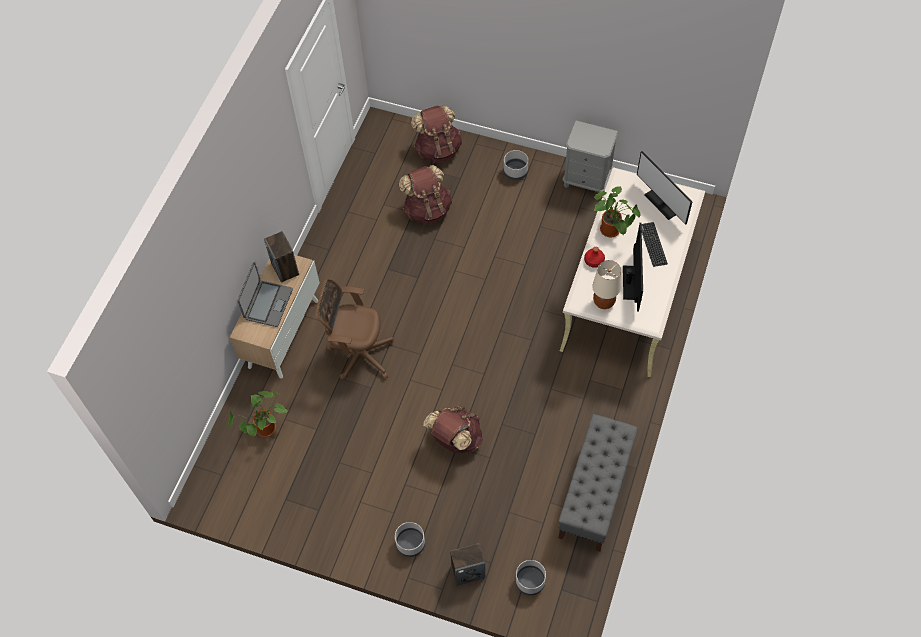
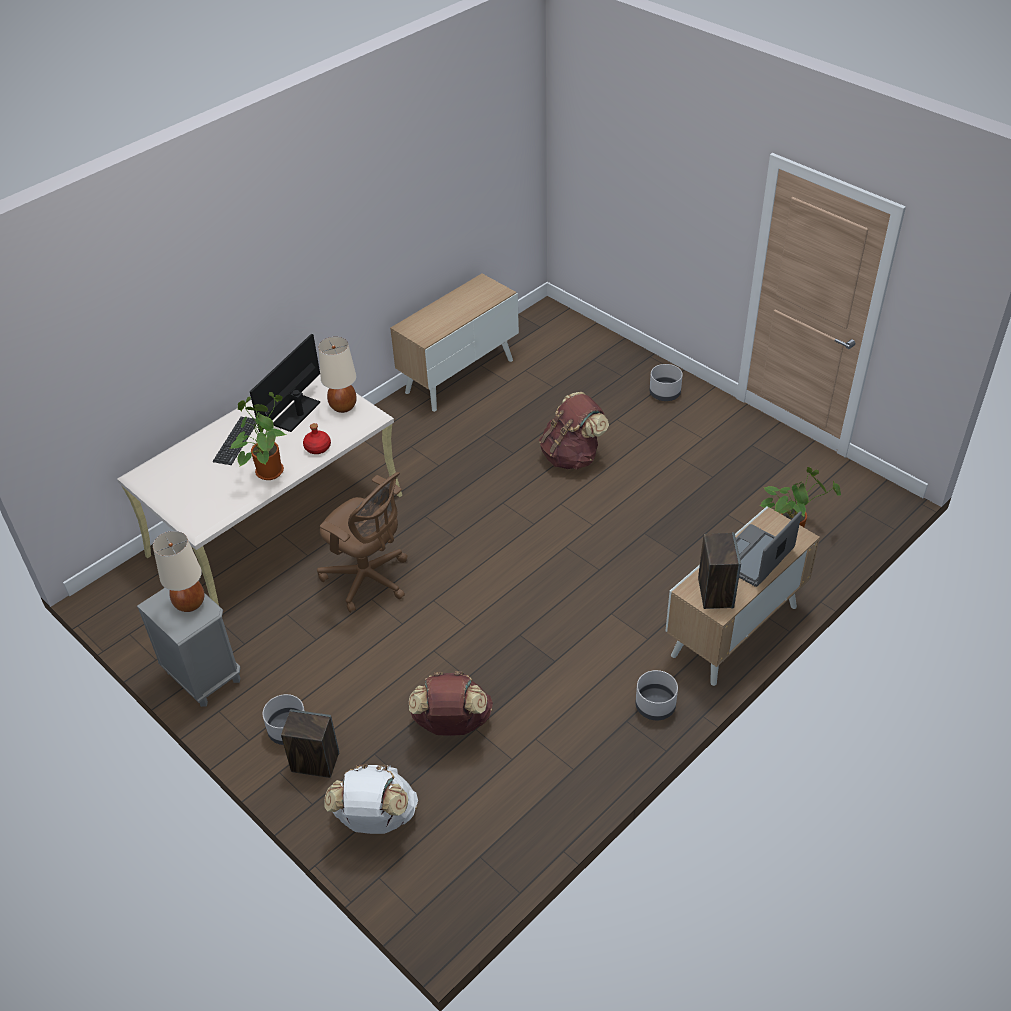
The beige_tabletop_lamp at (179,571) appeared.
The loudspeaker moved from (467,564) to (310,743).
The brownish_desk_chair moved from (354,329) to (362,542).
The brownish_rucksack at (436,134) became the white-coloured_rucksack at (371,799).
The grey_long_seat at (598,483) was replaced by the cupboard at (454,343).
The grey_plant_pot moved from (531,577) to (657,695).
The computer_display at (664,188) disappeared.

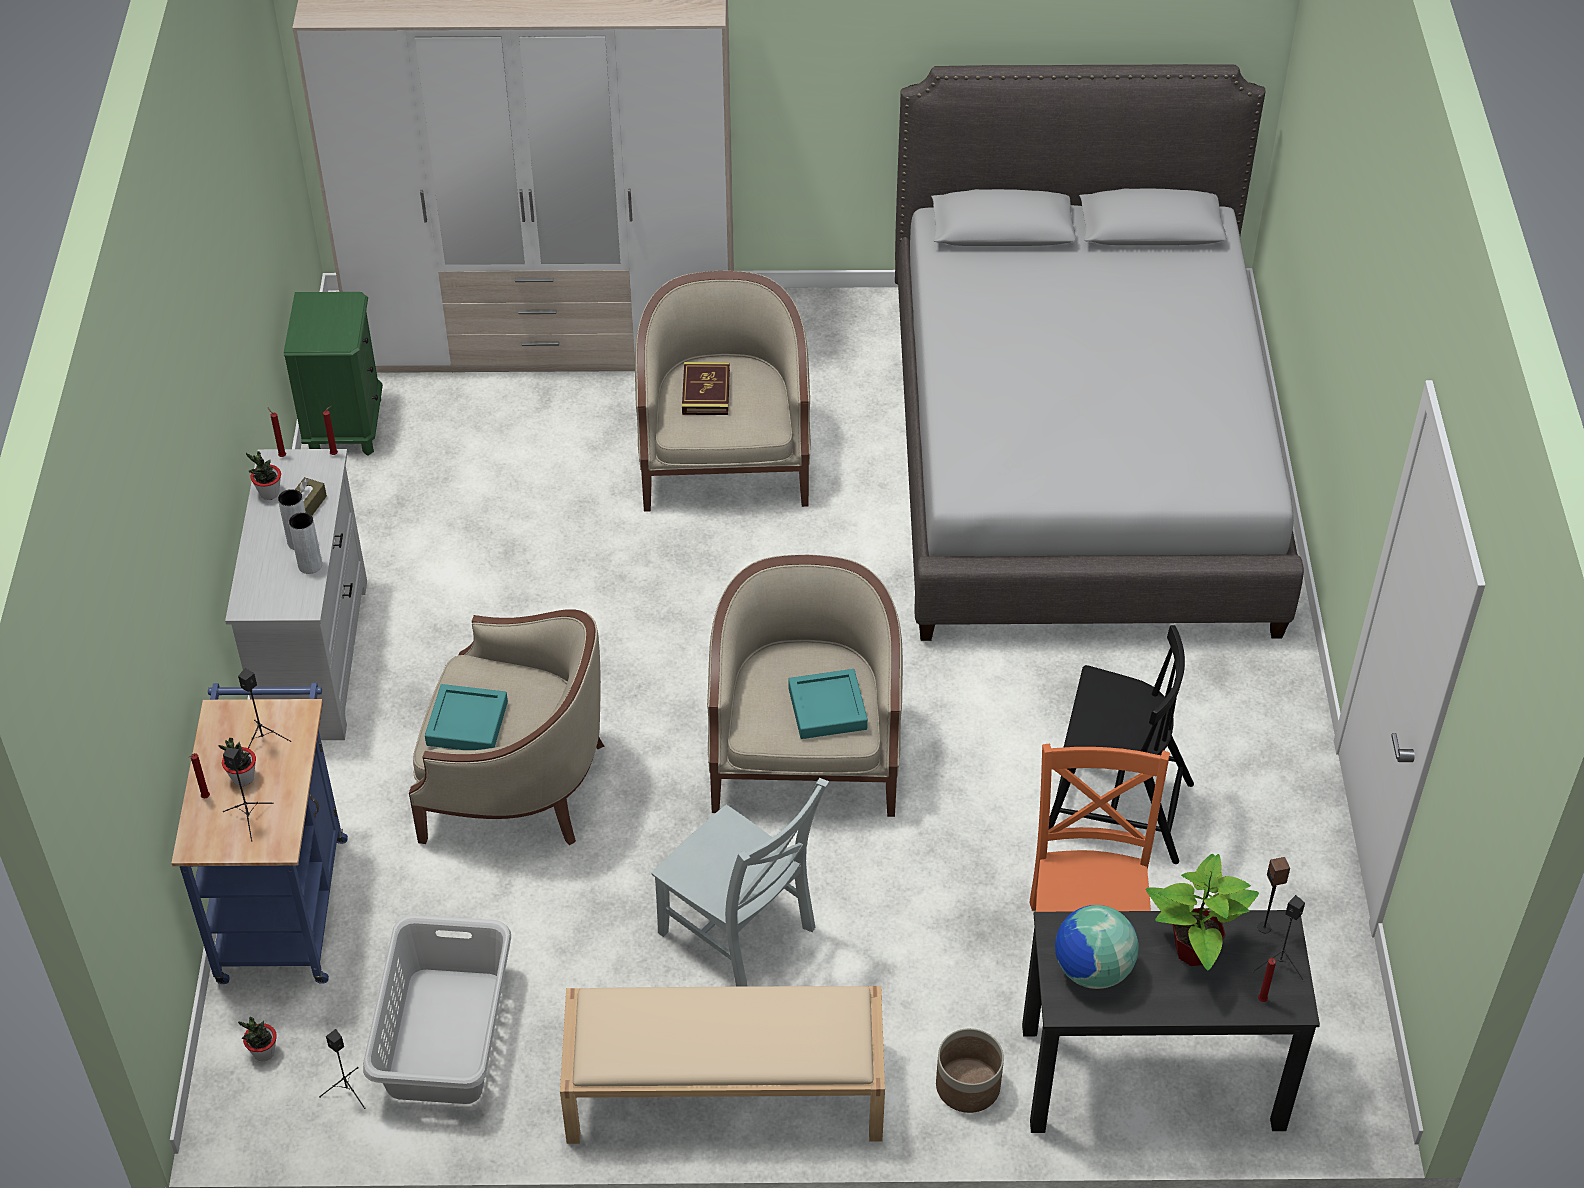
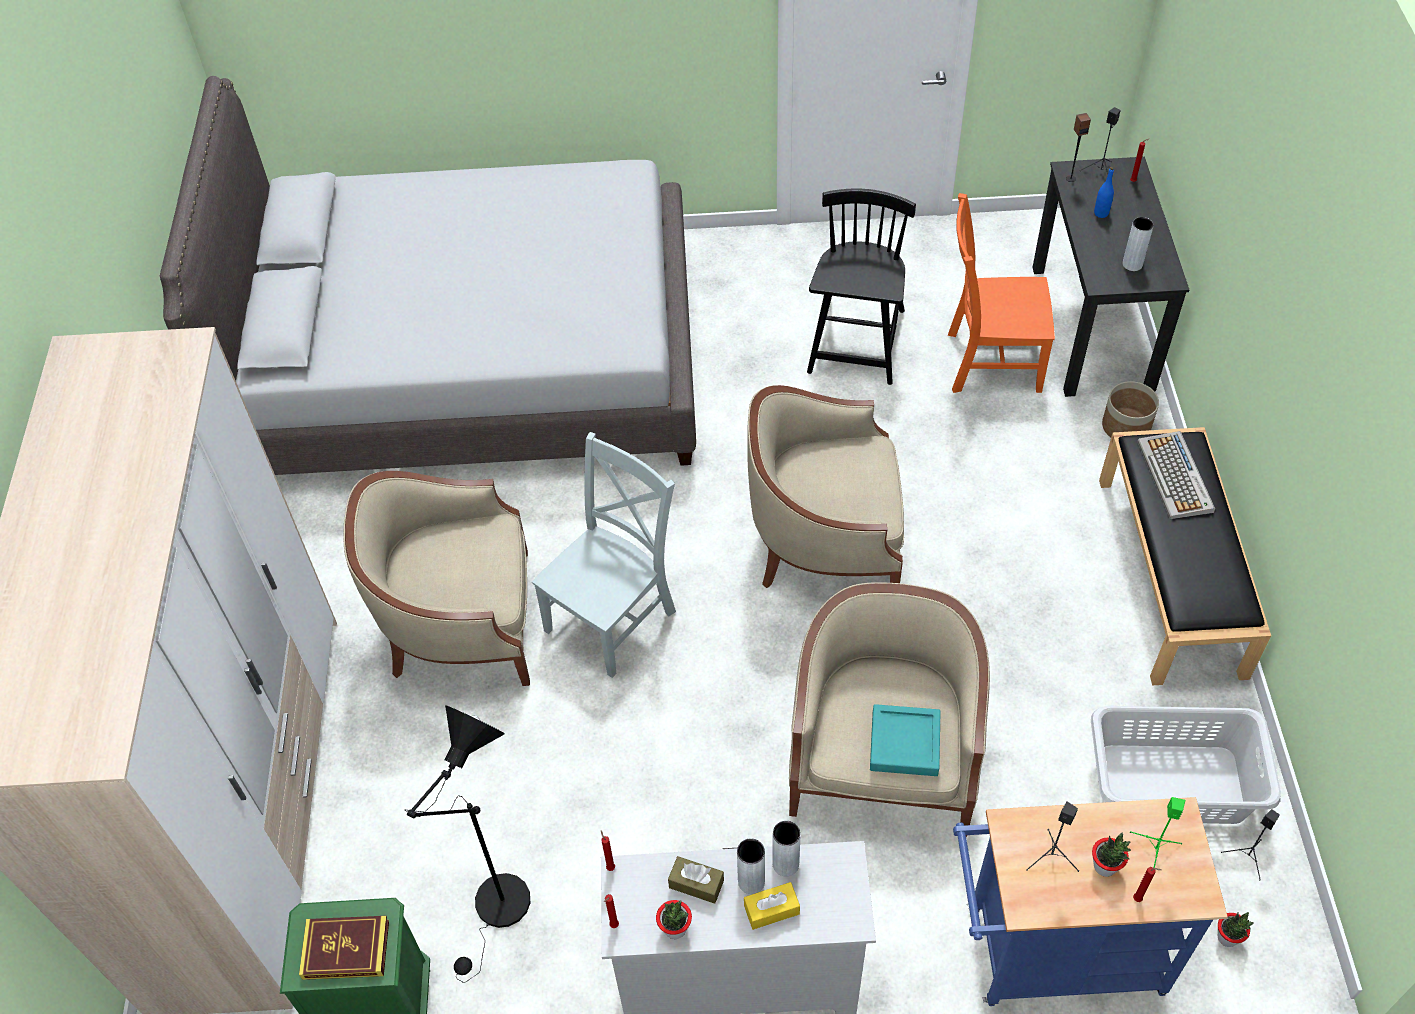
The book moved from (706,388) to (344,948).
The black-coloured_floor_lamp at (467,844) appeared.
The grey_upright_chair moved from (740,882) to (604,555).
The yellow-coloured_tissue_holder at (772,906) appeared.
The potted_plant at (1202,912) was replaced by the blue-coloured_drink_bottle at (1104,192).
The beige_long_seat at (722,1065) became the black-coloured_long_seat at (1185,556).
The globe at (1097,947) was replaced by the grey_vase at (1138,244).
The black-coloured_loudspeaker at (248,794) became the green_loudspeaker at (1157,838).
The computer_keyboard at (1176,475) appeared.
The turquoise-coloured_tray at (828,704) disappeared.

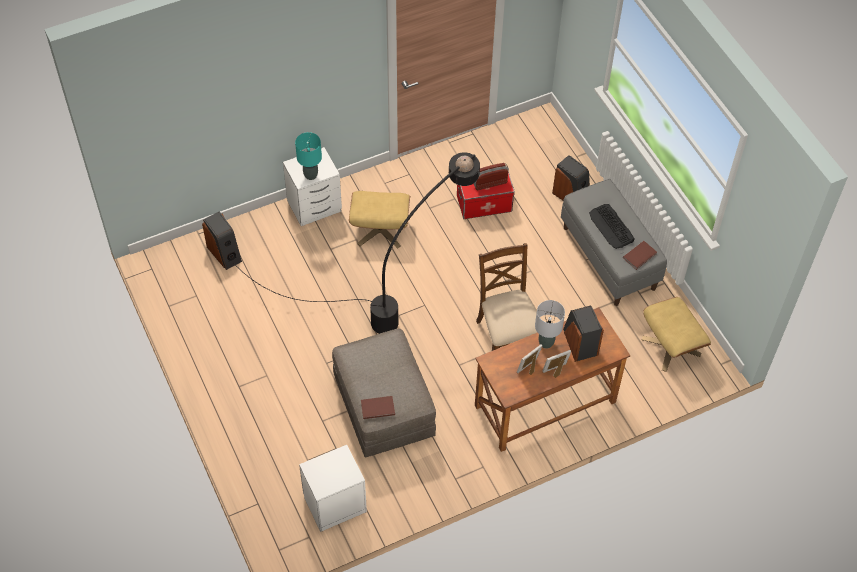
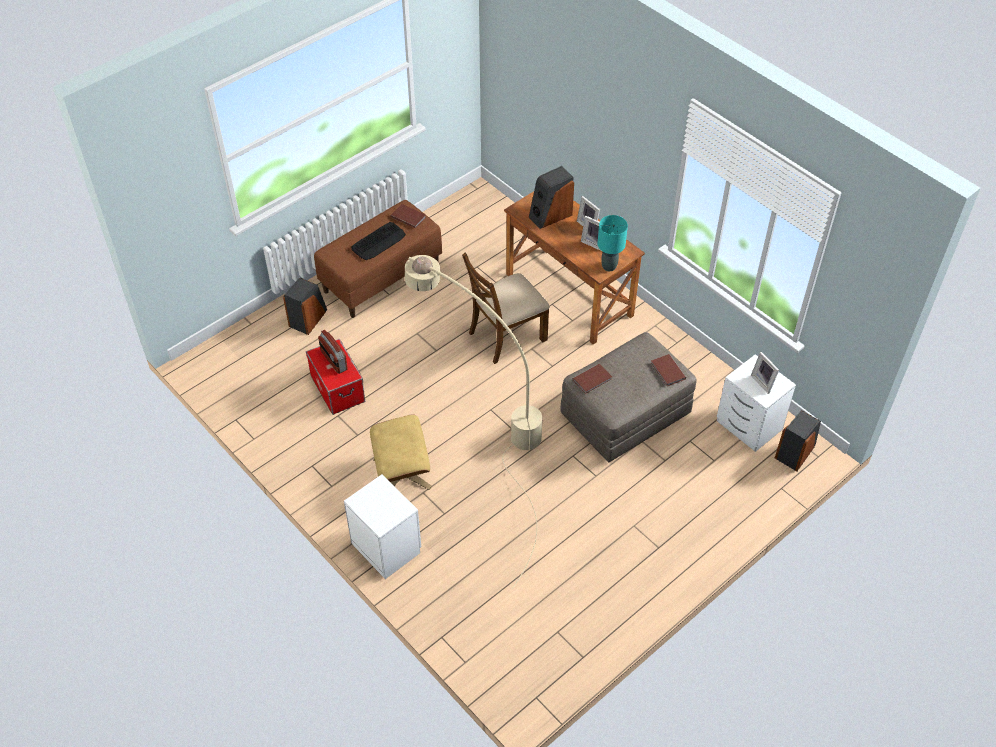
The grey_long_seat at (614,242) became the brownish_long_seat at (378,259).
The black-coloured_floor_lamp at (356,243) became the beige_floor_lamp at (474,421).
The brownish_book at (592,379) appeared.
The turquoise-coloured_tabletop_lamp moved from (308,156) to (613,243).
The photo_frame at (765,373) appeared.
The loudspeaker moved from (222,240) to (798,440).
The grey_tabletop_lamp at (550,324) disappeared.
The beige_ottoman at (676,334) disappeared.

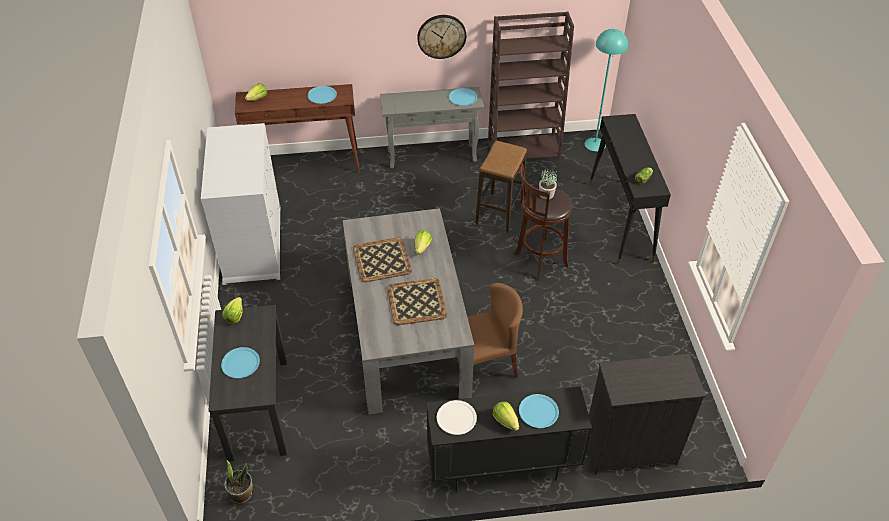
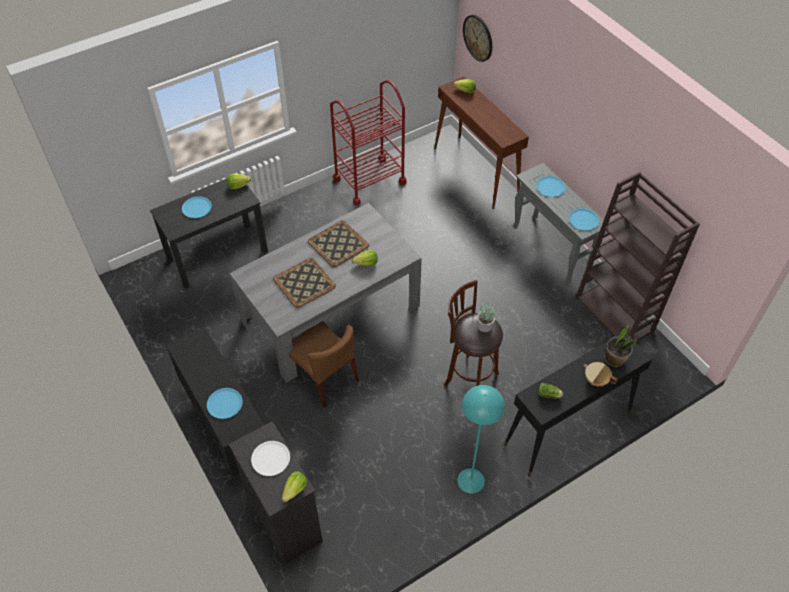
The white-coloured_flat_dish moved from (457,417) to (270,458).
The lettuce_head moved from (506,416) to (294,486).
The white-coloured_chest_of_drawers at (240,204) was replaced by the reddish_cart at (368,143).
The turquoise-coloured_floor_lamp moved from (606,90) to (481,439).
The clock_on_the_wall moved from (441,37) to (477,38).
The blue-coloured_flat_dish moved from (322,95) to (551,186).
The beige_cooking_pot at (601,374) appeared.
The potted_plant moved from (238,482) to (620,345).
The stool at (501,187) disappeared.

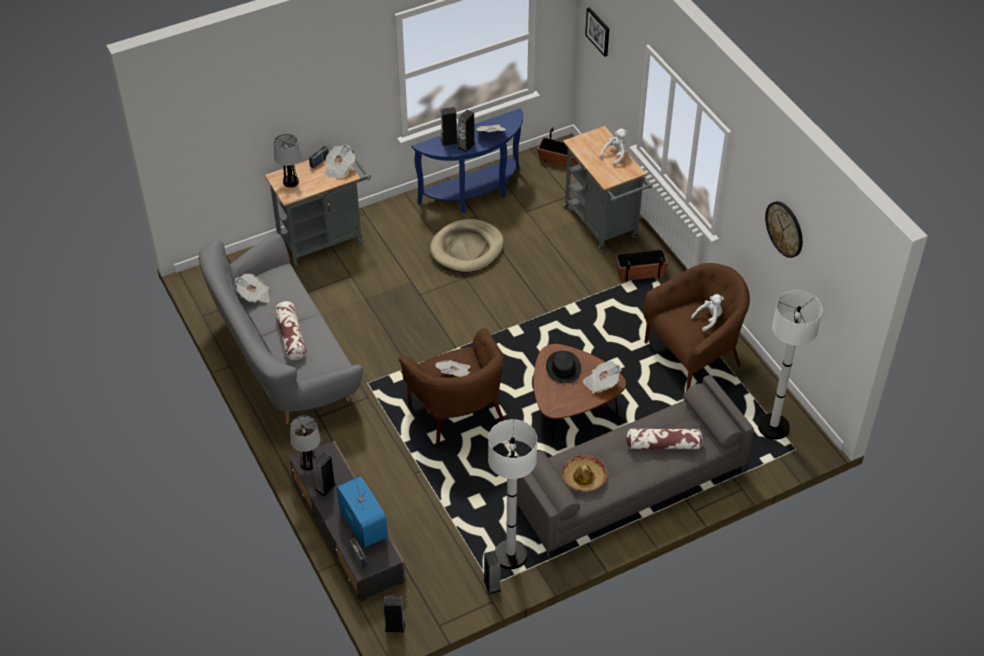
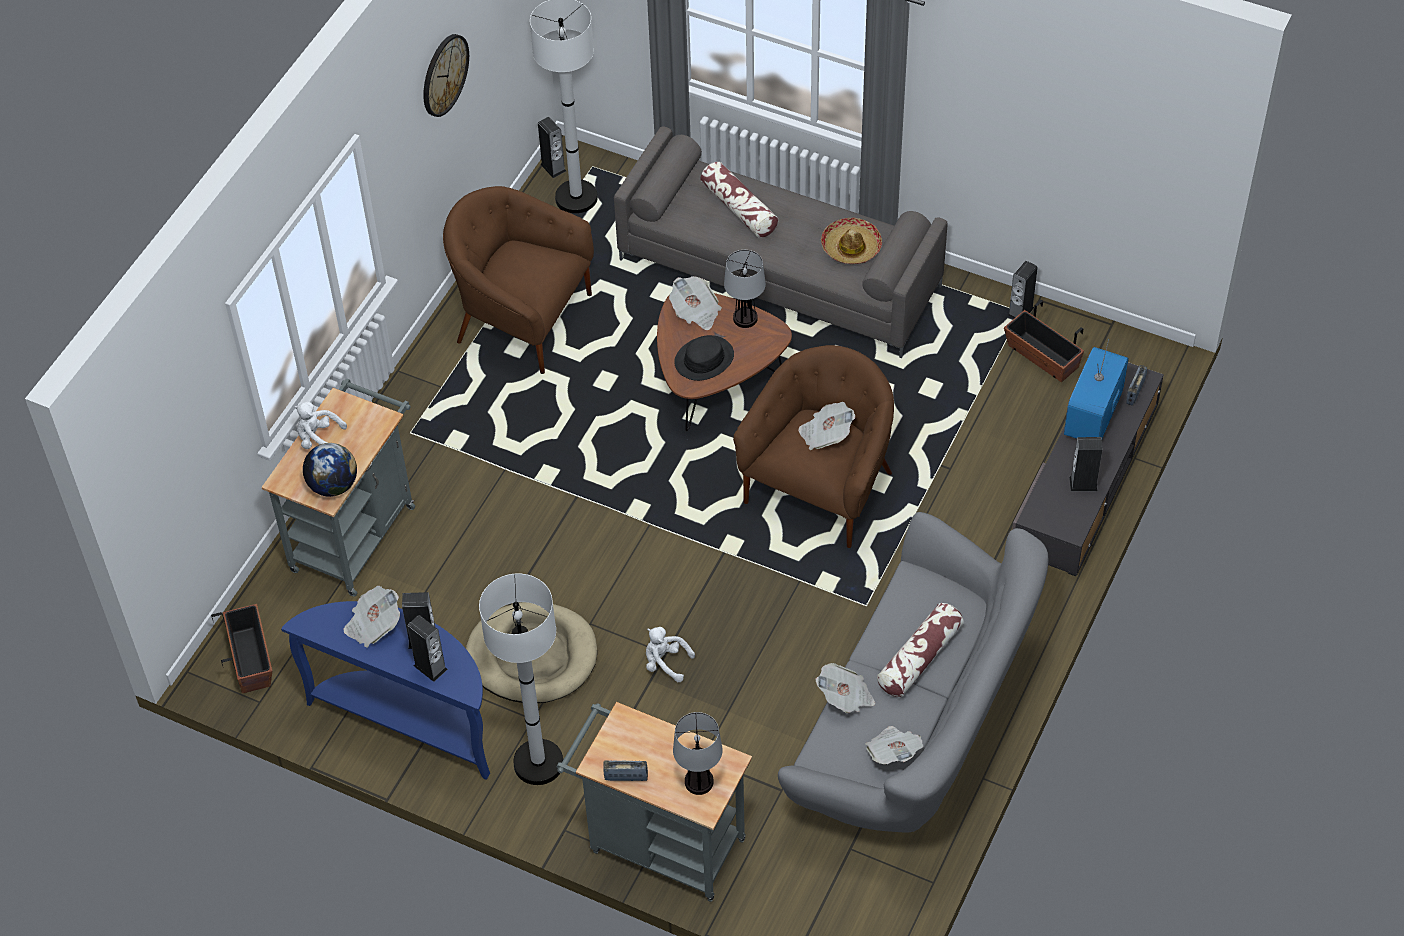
The globe at (330,470) appeared.
The white-coloured_floor_lamp moved from (512,494) to (521,679).
The loudspeaker moved from (394,614) to (552,147).
The white-coloured_plush_toy moved from (707,313) to (670,654).
The tabletop_lamp moved from (305,443) to (745,289).
The printed_paper moved from (339,161) to (845,688).
The plant_pot moved from (641,265) to (1044,341).
The wall_picture at (597,32) disappeared.

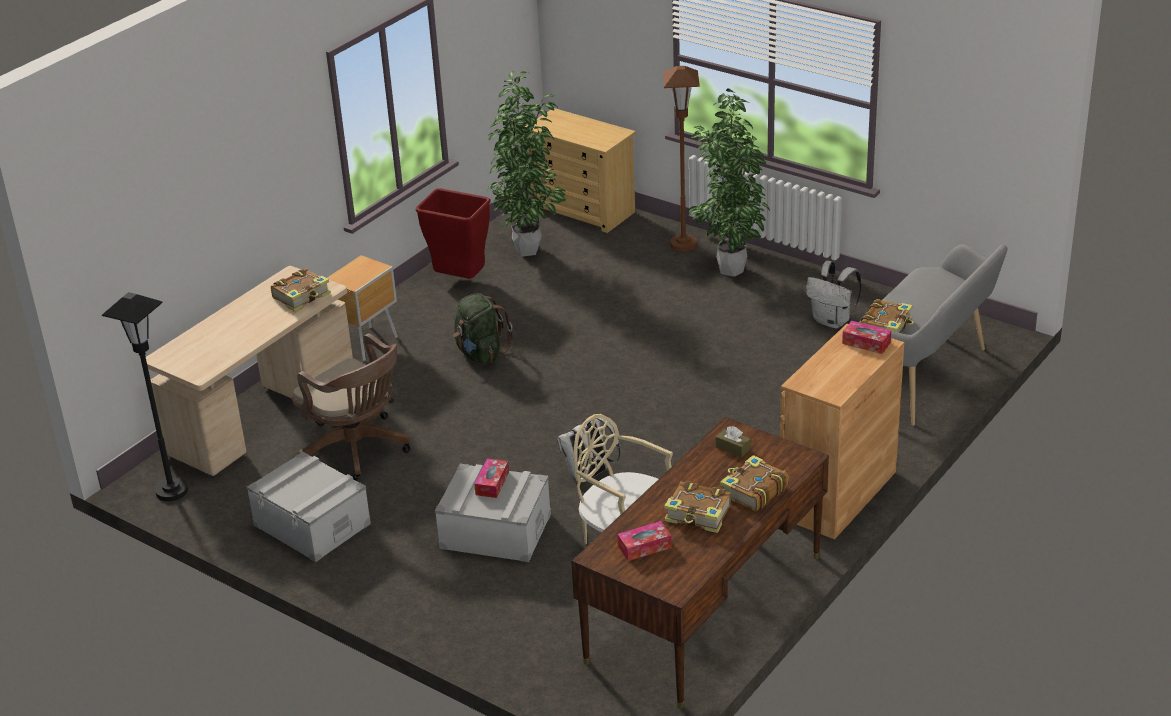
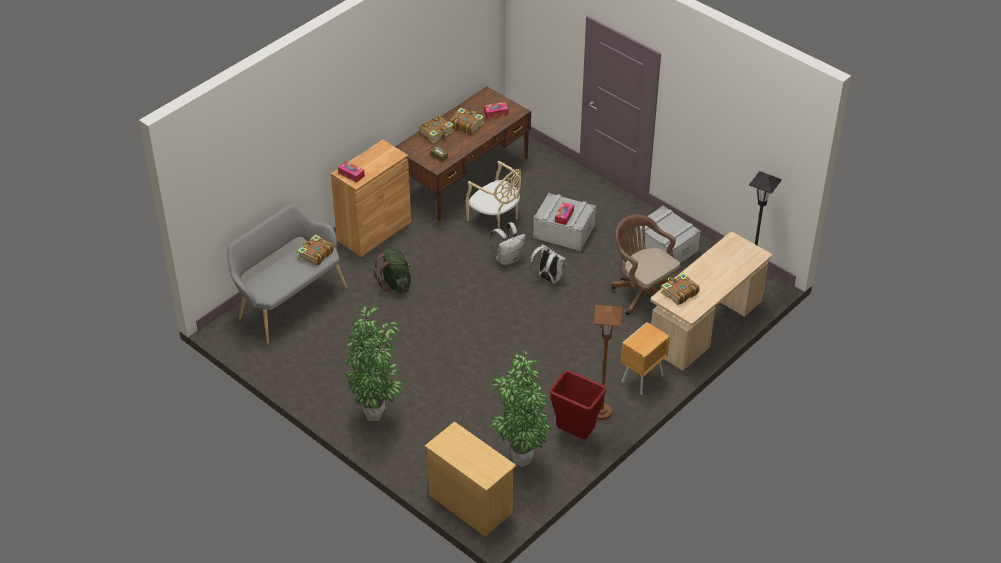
The green_rucksack moved from (483,328) to (392,271).
The white-coloured_rucksack moved from (834,295) to (548,264).
The brownish_floor_lamp moved from (681,159) to (608,362).

